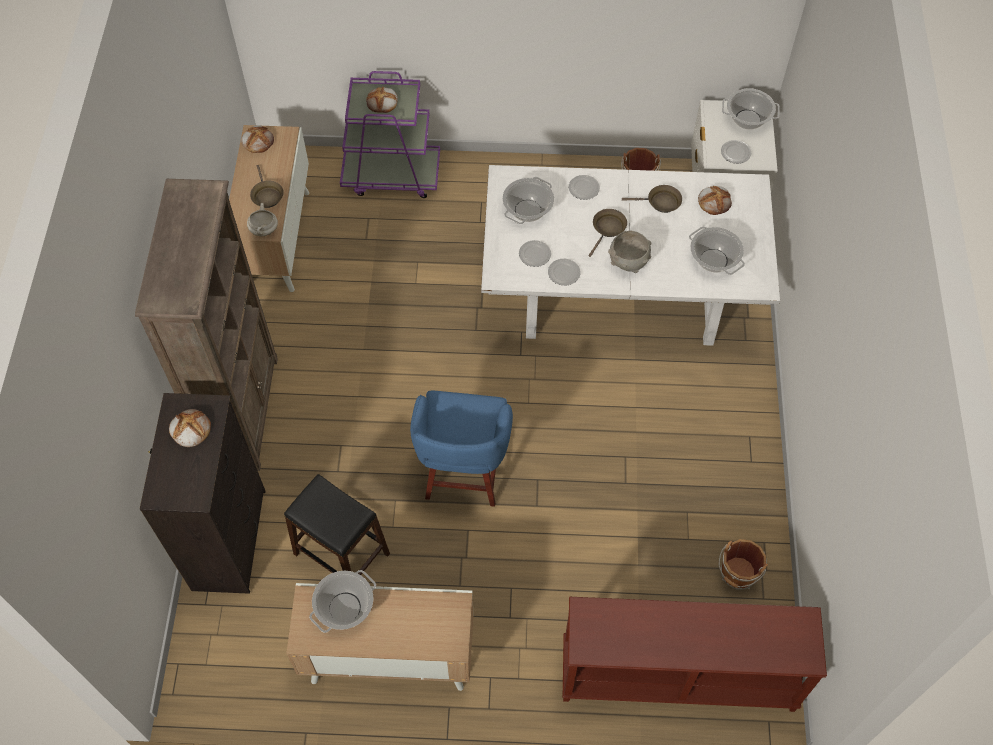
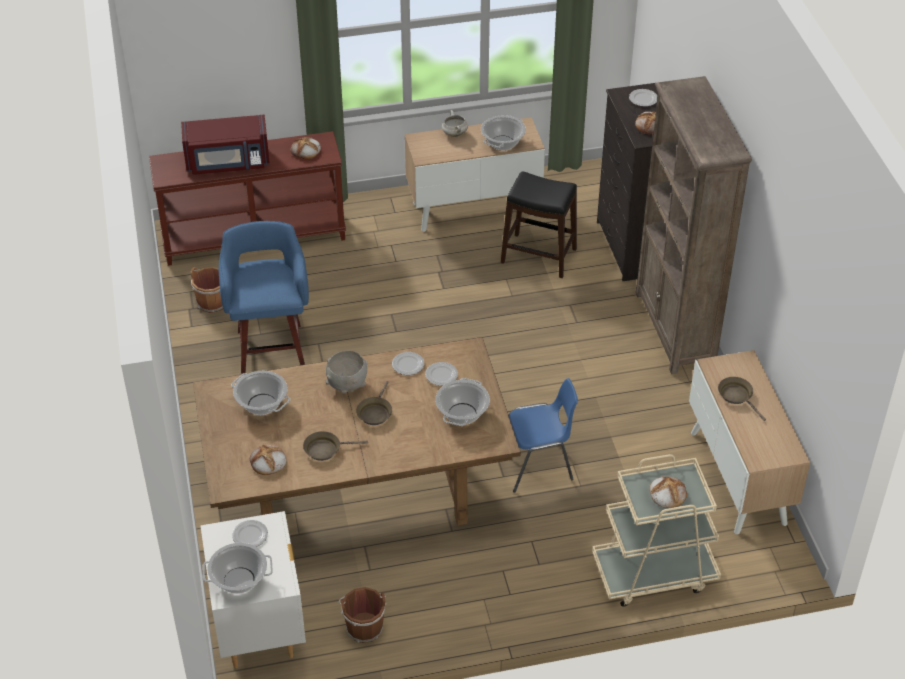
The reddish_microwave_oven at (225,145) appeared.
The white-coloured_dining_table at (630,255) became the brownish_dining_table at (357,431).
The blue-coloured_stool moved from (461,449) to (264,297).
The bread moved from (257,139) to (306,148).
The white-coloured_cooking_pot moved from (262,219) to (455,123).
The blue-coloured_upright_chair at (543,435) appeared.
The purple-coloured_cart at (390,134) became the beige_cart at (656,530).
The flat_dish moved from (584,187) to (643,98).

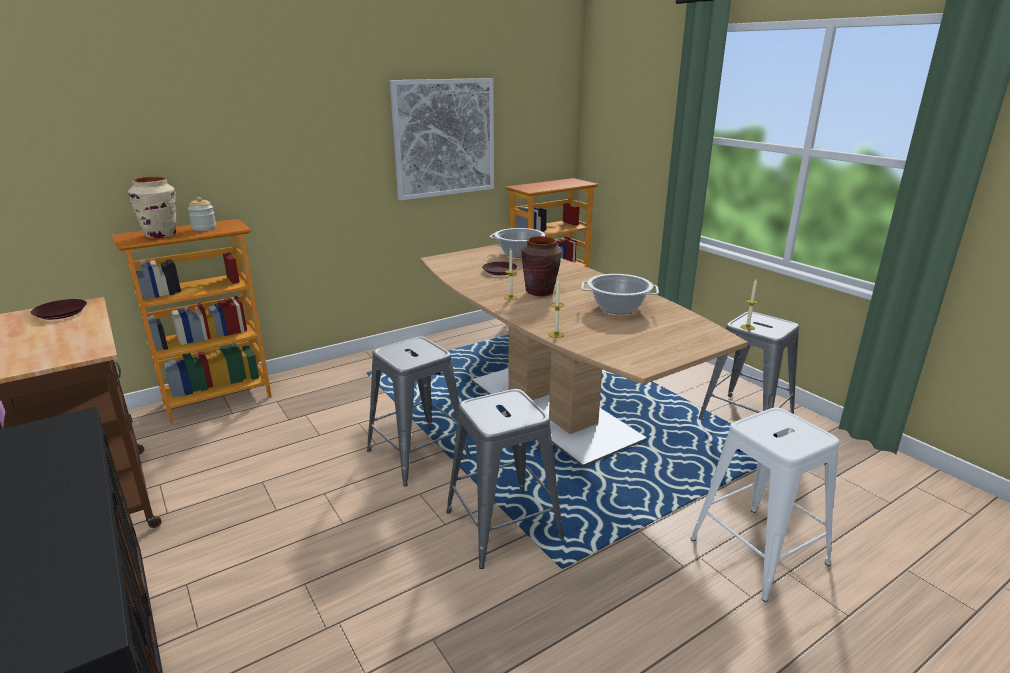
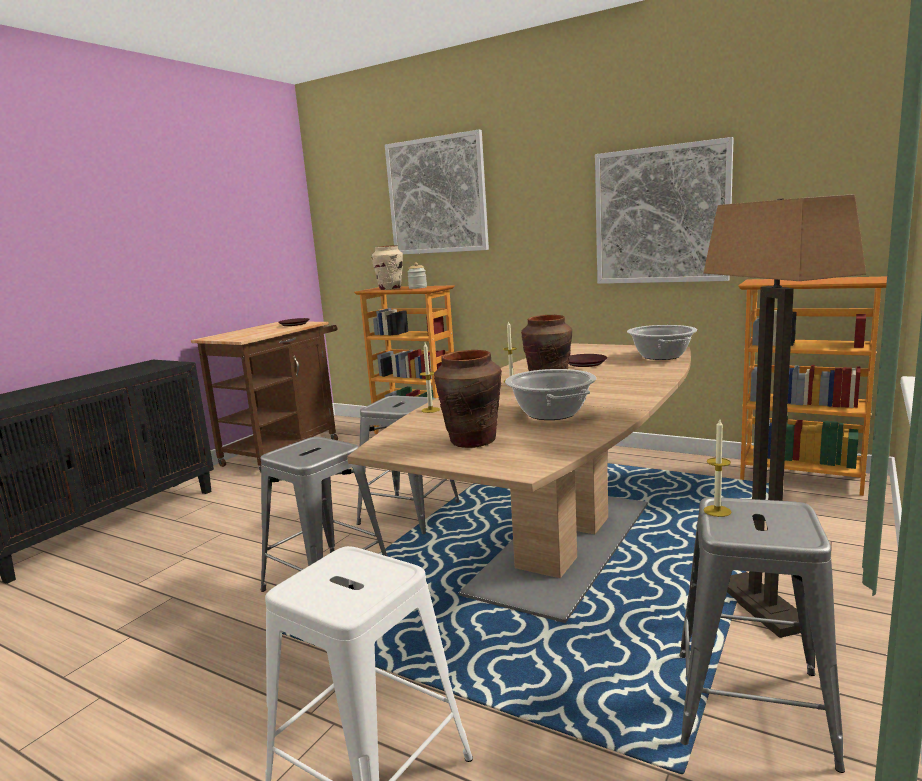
The wall_picture at (437,192) appeared.
The brownish_vase at (468,399) appeared.
The floor_lamp at (785,416) appeared.

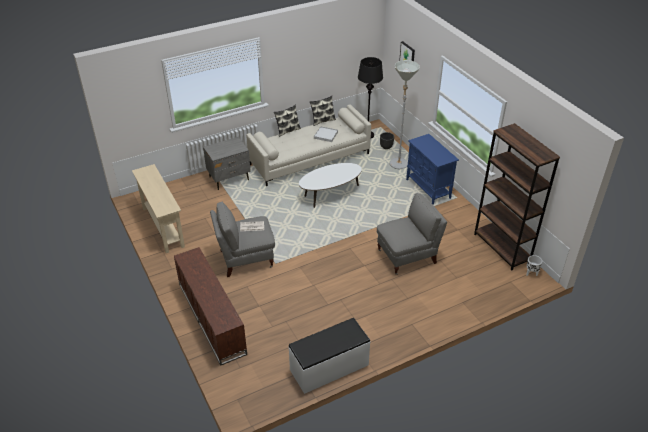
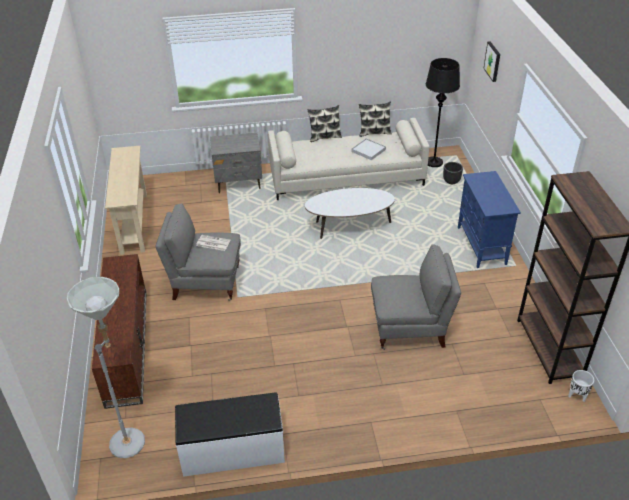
The grey_floor_lamp moved from (404,114) to (106,367).

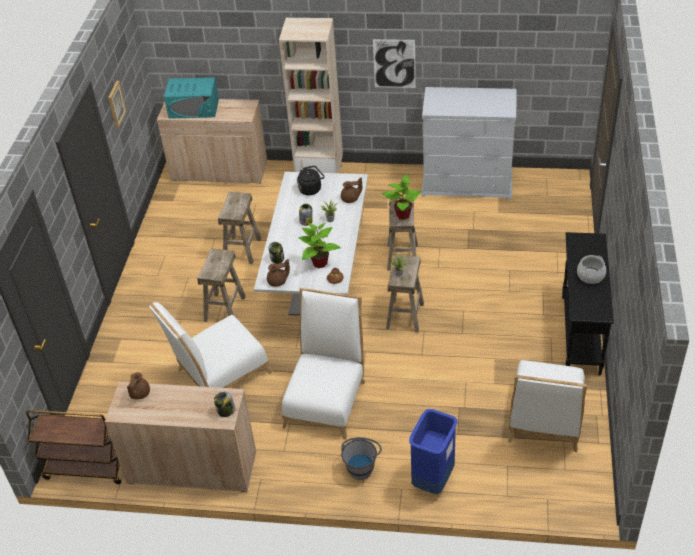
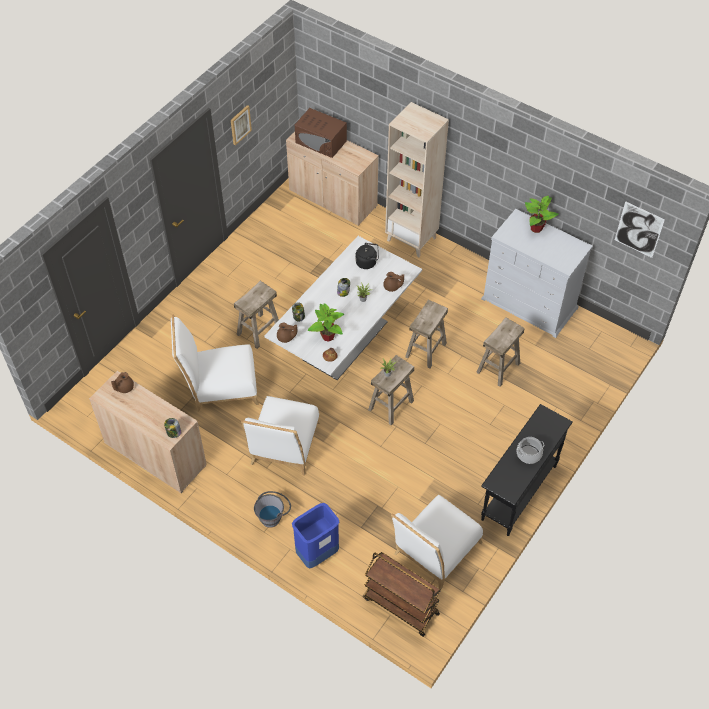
The white-coloured_upright_chair at (323,364) turned 150 degrees clockwise.
The turquoise-coloured_microwave_oven at (191,98) became the brownish_microwave_oven at (321,133).
The brownish_cart moved from (73,447) to (402,594).
The beige_stool moved from (239,228) to (500,352).
The potted_plant moved from (401,197) to (542,214).
The wall_picture moved from (394,63) to (640,229).

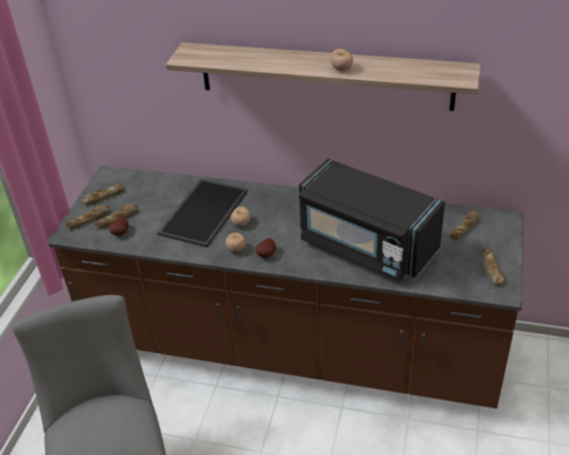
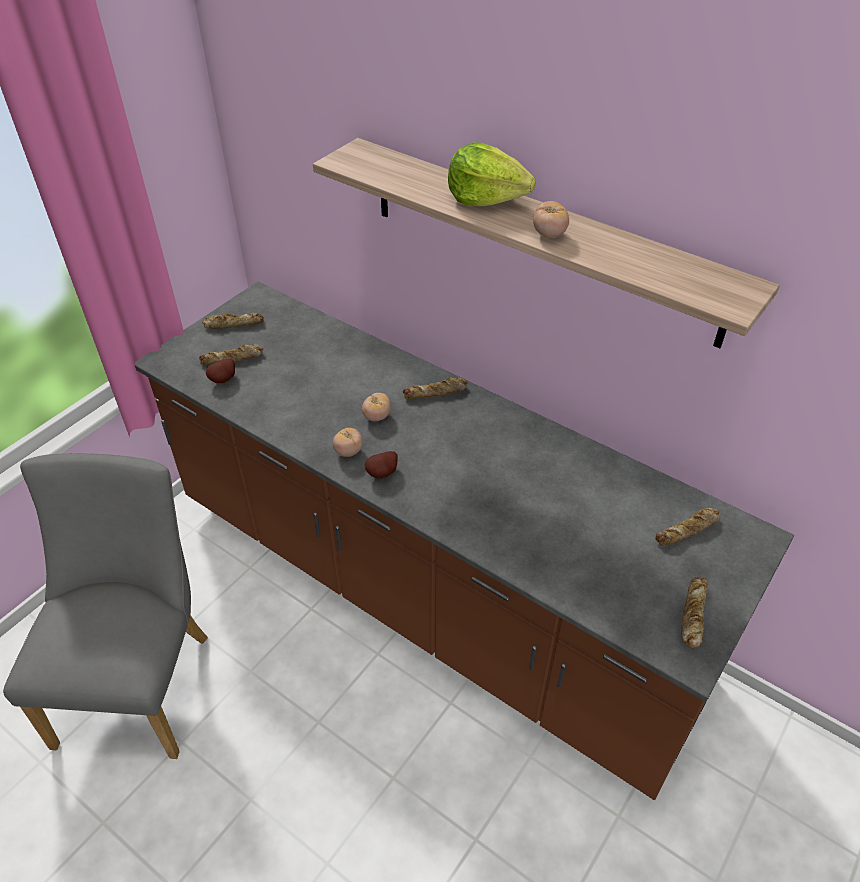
The bread moved from (88,217) to (435,388).
The lettuce_head at (492,174) appeared.
The tray at (202,213) disappeared.
The black-coloured_microwave_oven at (372,220) disappeared.

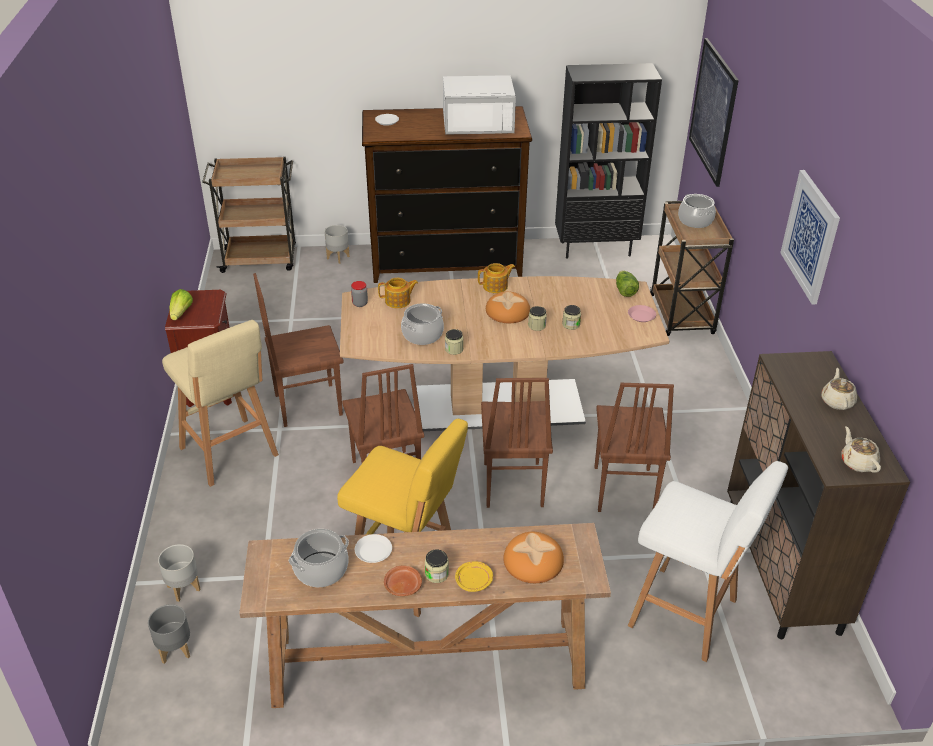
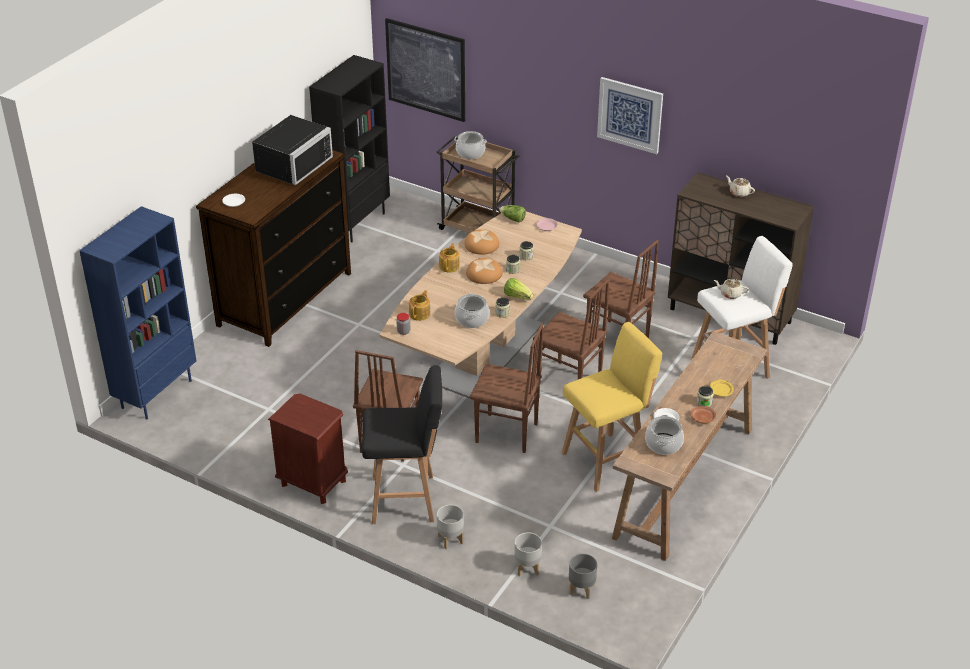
The brownish_cart at (249,215) was replaced by the blue-coloured_bookshelf at (137,313).
The white-coloured_microwave_oven at (479,105) became the black-coloured_microwave_oven at (292,150).
The beige_stool at (220,403) became the black-coloured_stool at (402,445).
The grey_plant_pot moved from (337,244) to (450,527).
The bread moved from (533,557) to (481,242).
The lettuce_head moved from (181,304) to (518,289).
The beige_teapot moved from (861,449) to (731,289).

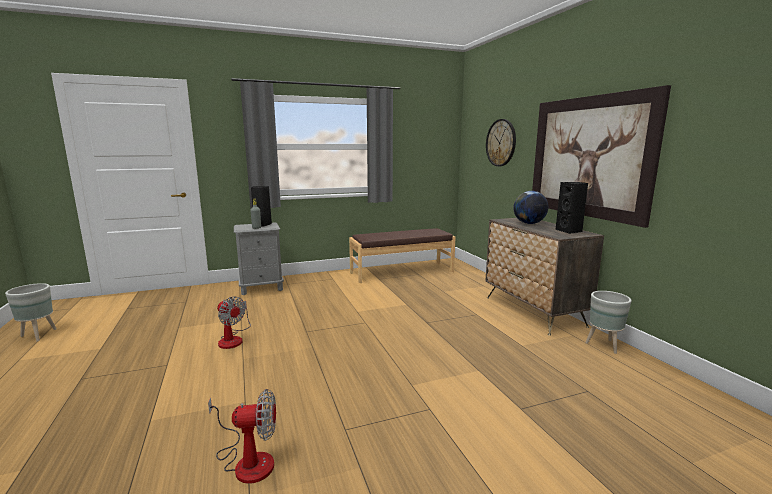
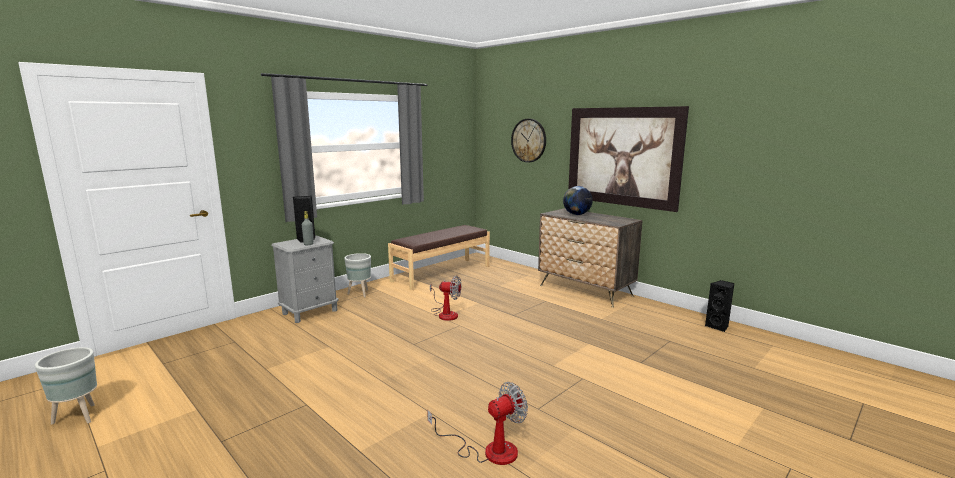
The grey_plant_pot moved from (608,322) to (357,275).
The electric_fan moved from (234,323) to (445,298).
The black-coloured_loudspeaker moved from (571,208) to (719,306).

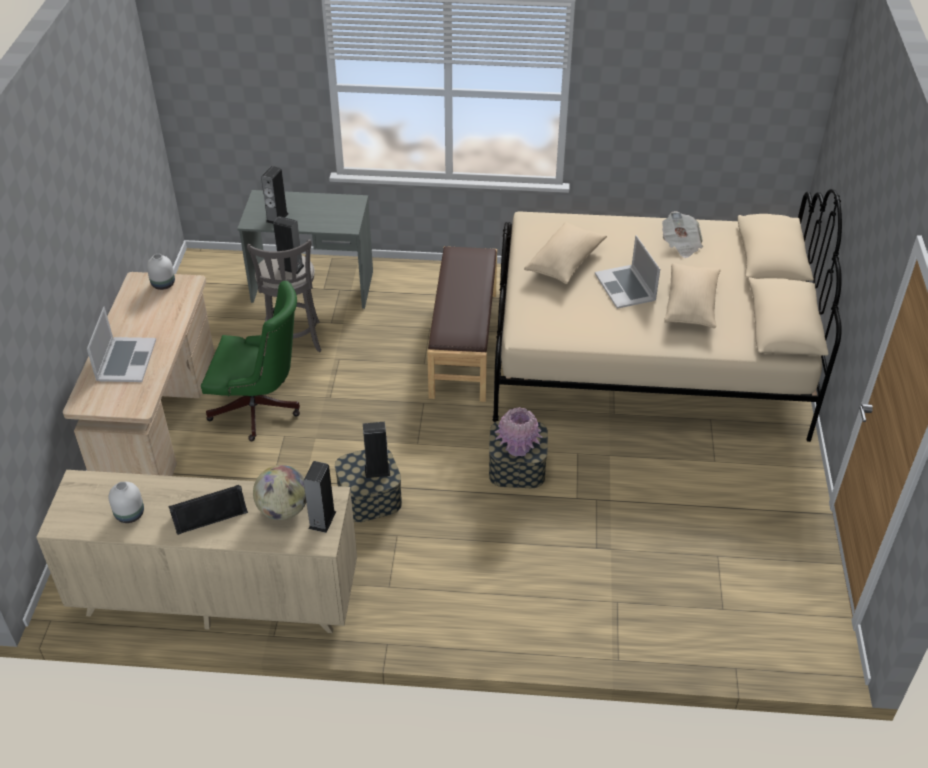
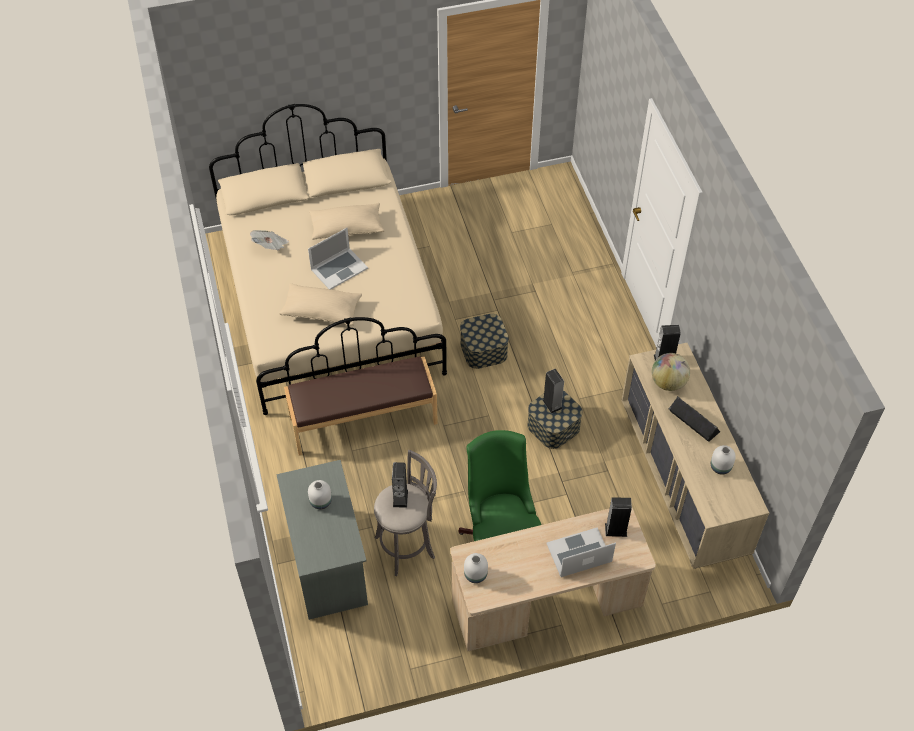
The white-coloured_vase at (320,494) appeared.
The loudspeaker moved from (275,195) to (618,517).
The pink-coloured_vase at (519,432) disappeared.

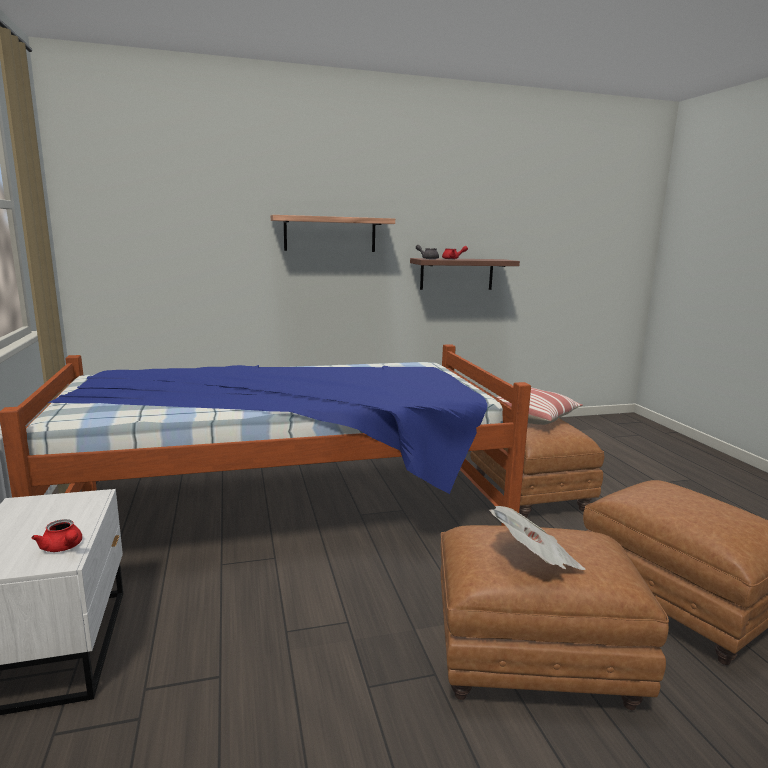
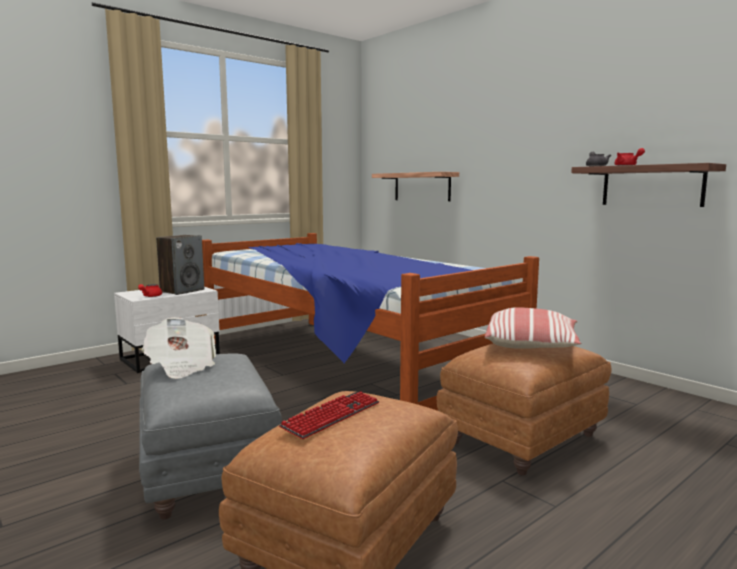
The brownish_ottoman at (554,617) became the grey_ottoman at (210,437).
The loudspeaker at (180,265) appeared.
The computer_keyboard at (329,415) appeared.
The bracket_shelf moved from (333,233) to (415,186).

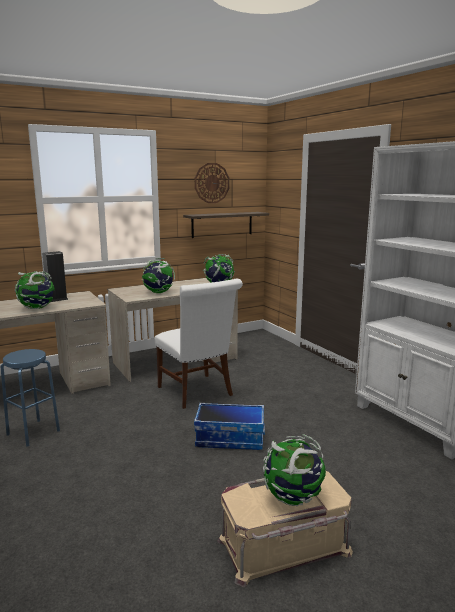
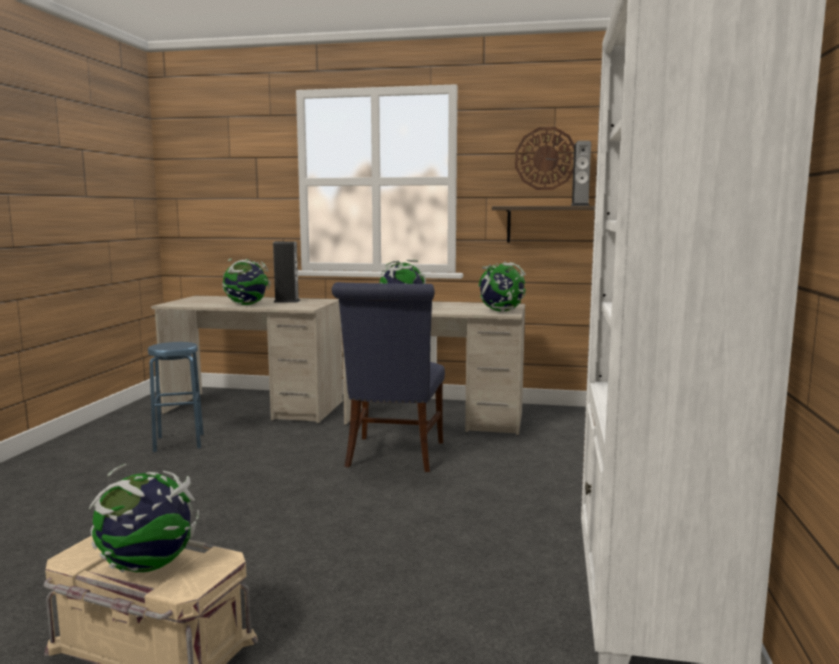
The white-coloured_upright_chair at (199,344) became the blue-coloured_upright_chair at (388,377).
The loudspeaker at (581,173) appeared.
The storage_bin at (229,426) disappeared.

